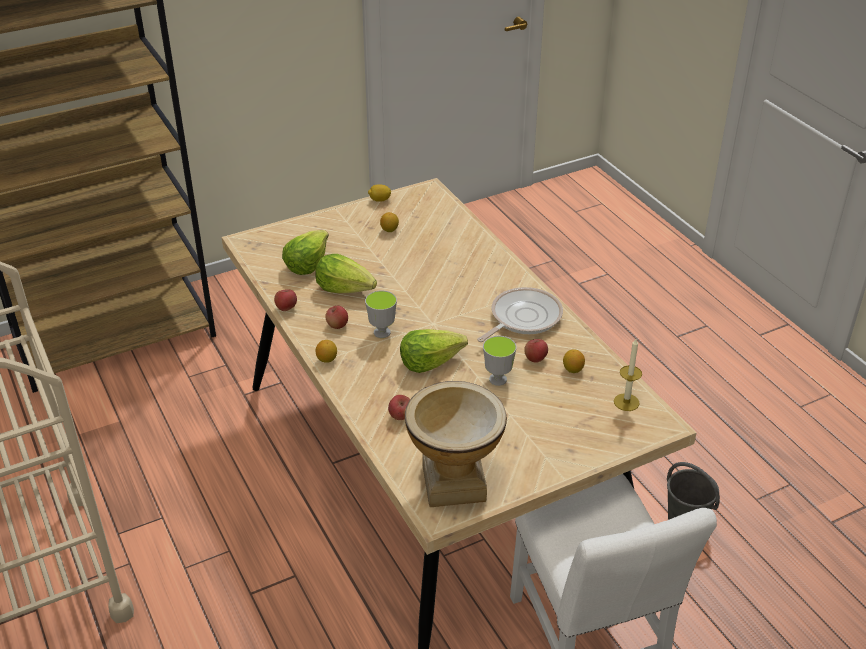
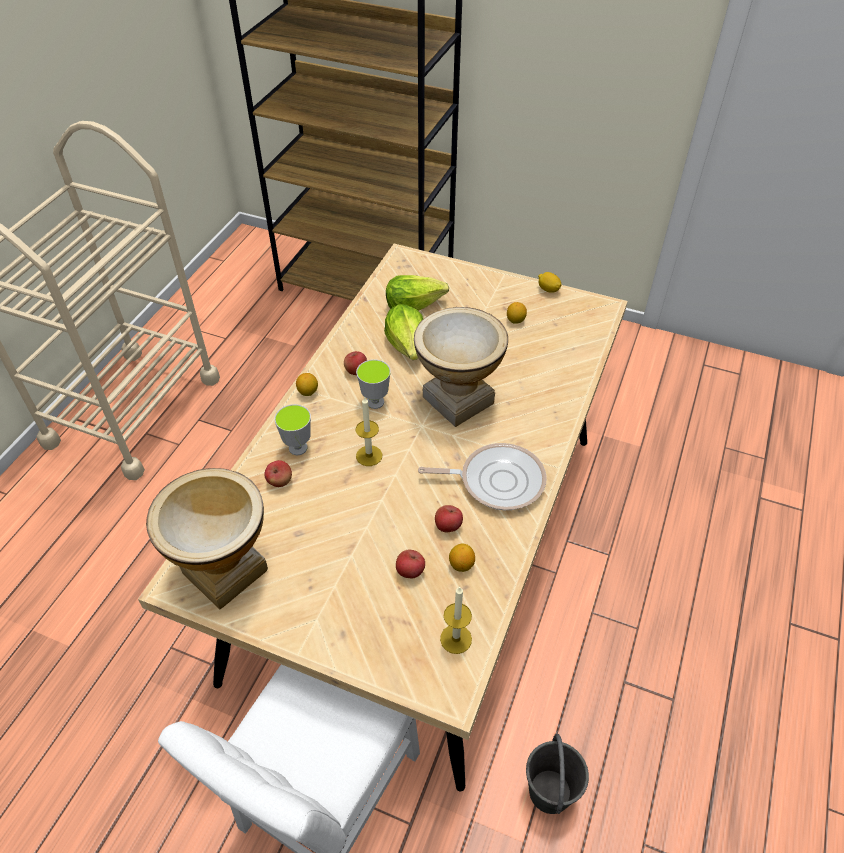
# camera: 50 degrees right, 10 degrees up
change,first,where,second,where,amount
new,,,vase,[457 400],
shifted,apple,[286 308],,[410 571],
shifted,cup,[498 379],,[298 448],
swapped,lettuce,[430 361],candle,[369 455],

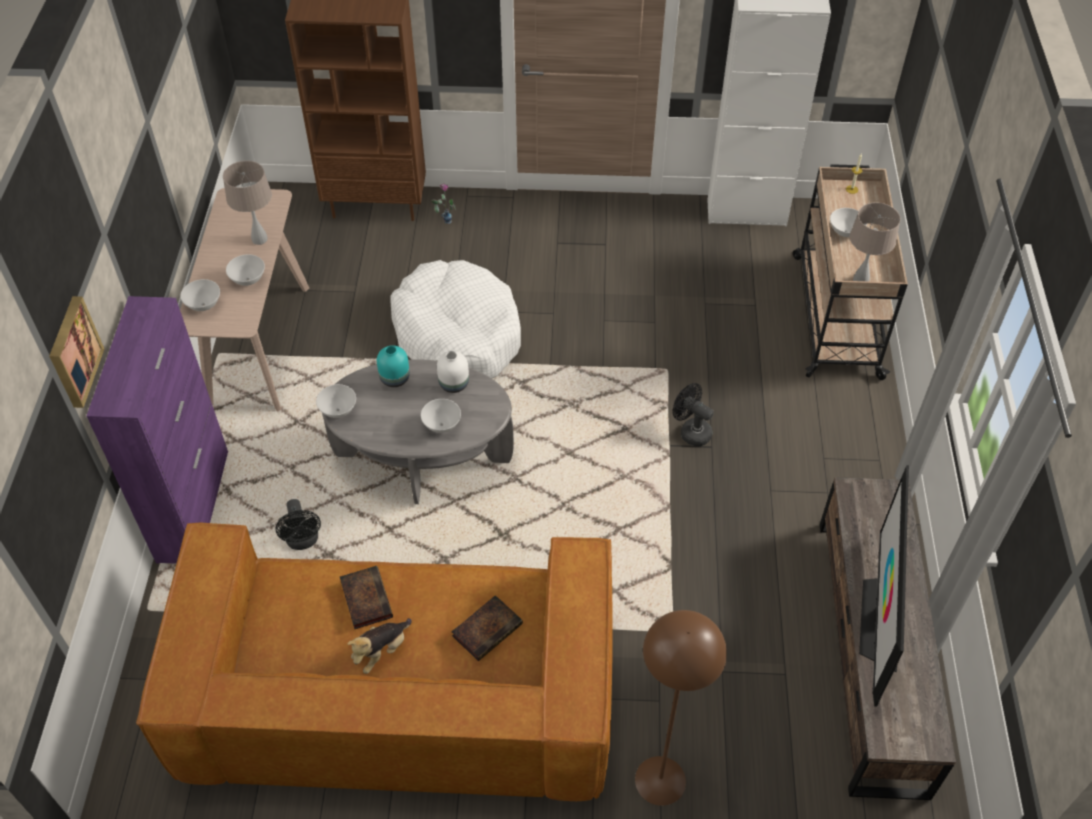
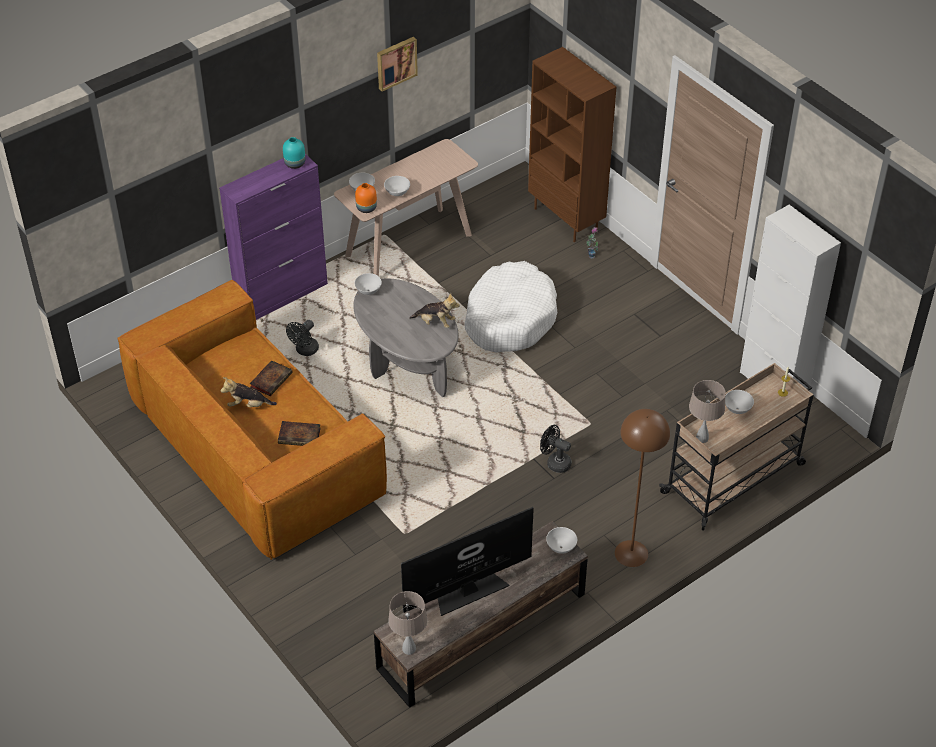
# camera: 50 degrees right, 5 degrees down
change,first,where,second,where,amount
new,,,vase/orange,[366 208],
shifted,picture,[73 352],,[396 62],
shifted,table lamp/beige,[259 239],,[409 648],
shifted,vase/turquoise,[395 378],,[295 163],
shifted,bowl/white,[441 426],,[560 548],
shifted,floor lamp/brown,[659 780],,[631 553],
swapped,vase/white,[453 384],plush toy,[435 322],
rotated,fan/black,[691 431],,[555 462],60 degrees counterclockwise

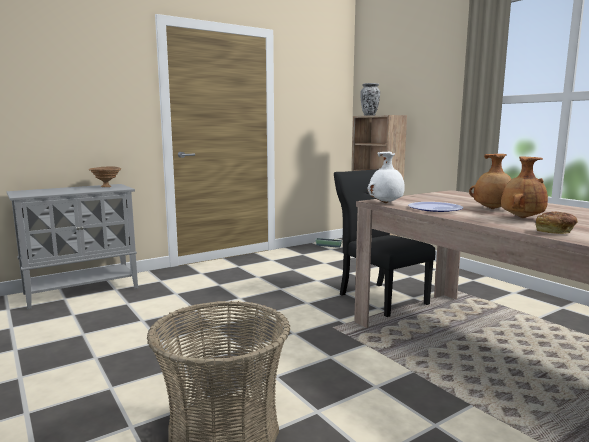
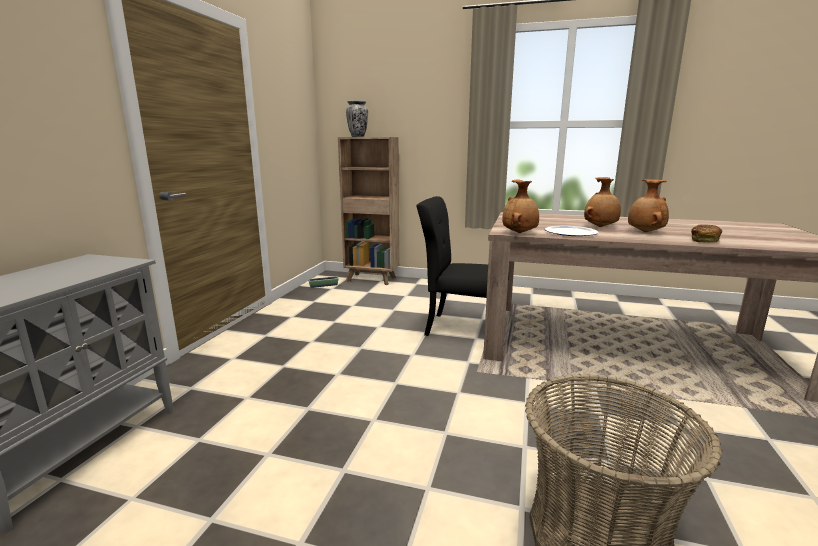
# camera: 40 degrees left, 5 degrees up
change,first,where,second,where,amount
gone,bowl/brown,[107 187],,,
repainted,vase/white,[386 203],vase/brown,[520 233],

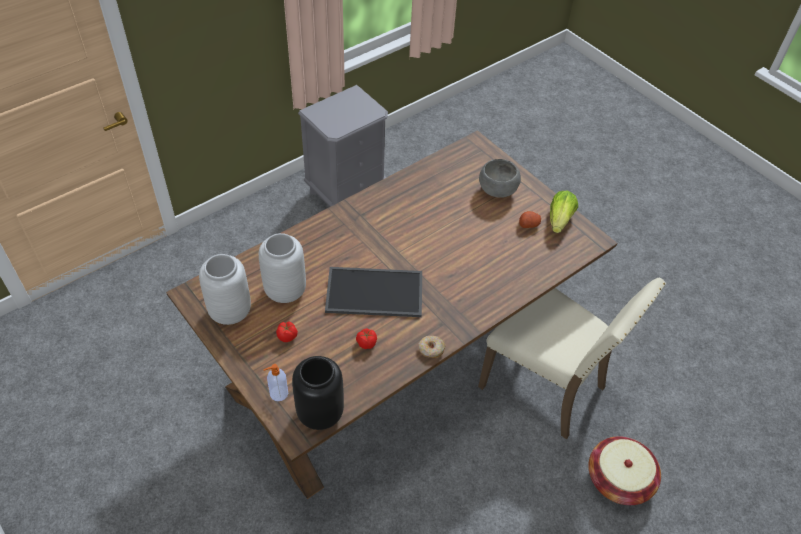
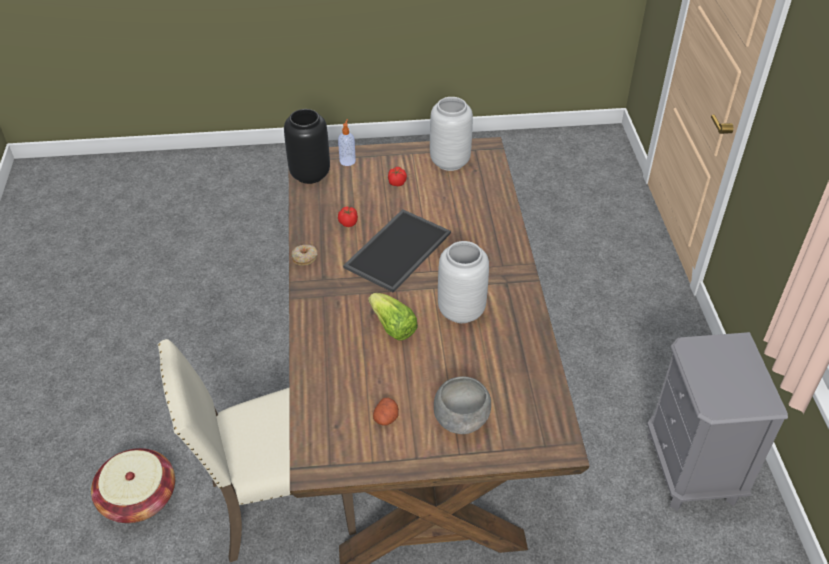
# camera: 125 degrees right, 5 degrees down
change,first,where,second,where,amount
shifted,vase/grey,[284 291],,[462 310],
shifted,lettuce,[560 220],,[392 327],

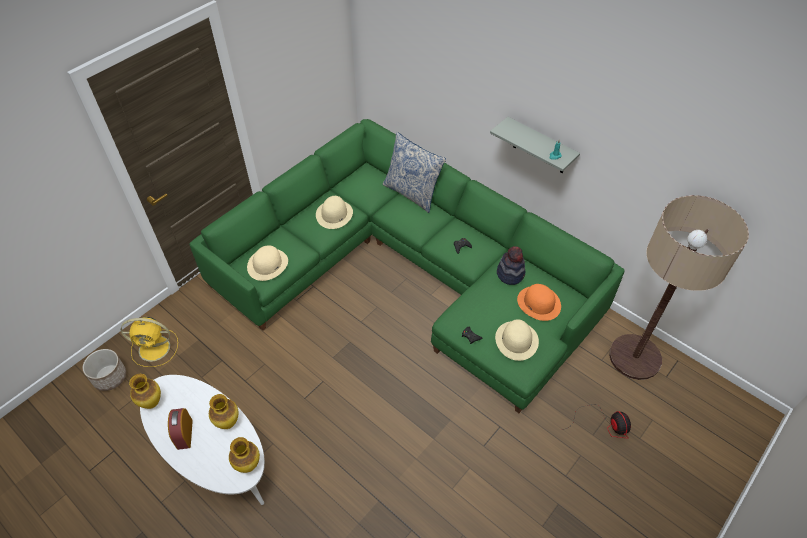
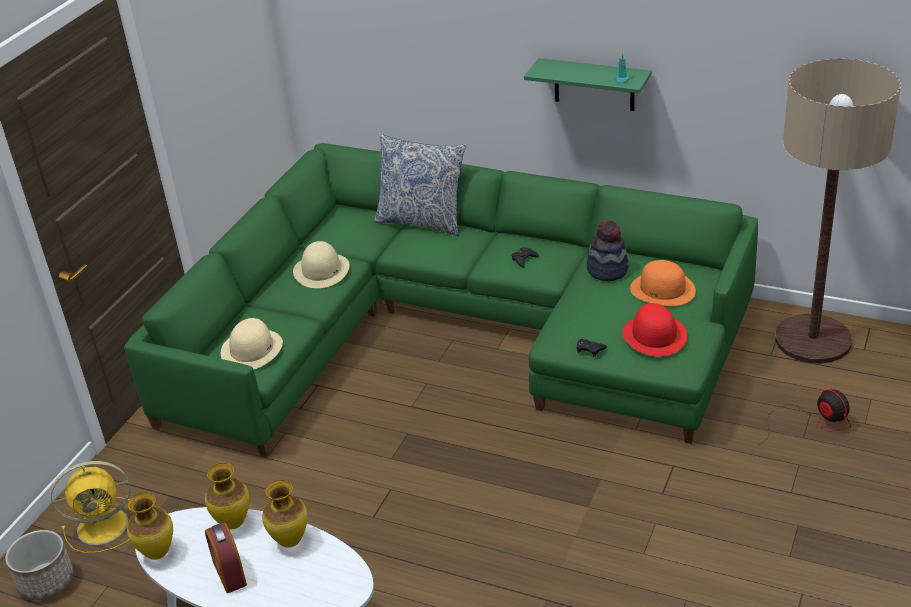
# camera: 15 degrees left, 15 degrees down
change,first,where,second,where,amount
shifted,vase,[248 465],,[233 522],
repainted,shelf/grey,[540 147],shelf/green,[594 85],
repainted,hat/beige,[516 340],hat/red,[654 335],

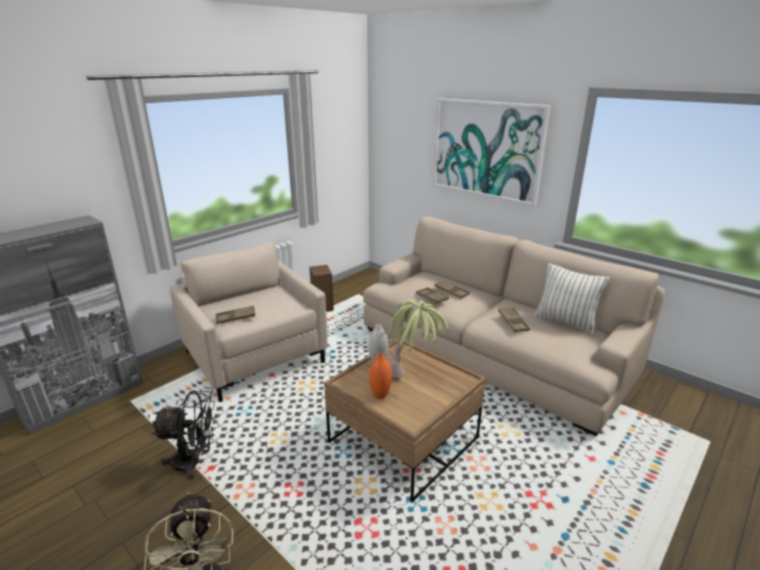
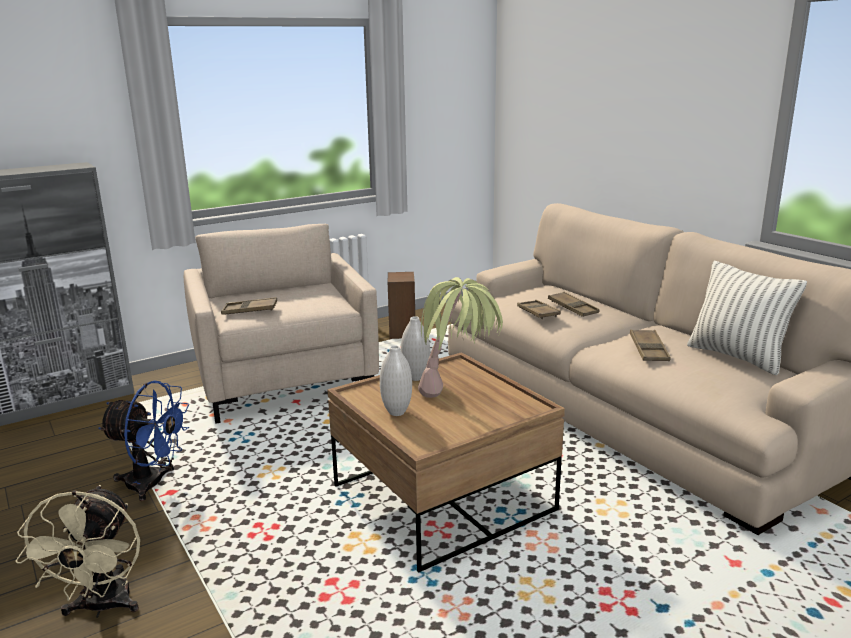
# camera: 15 degrees right, 5 degrees down
change,first,where,second,where,amount
gone,picture,[487 149],,,
repainted,fan/black,[194 462],fan/blue,[153 484],
repainted,vase/orange,[380 395],vase/white,[396 412],

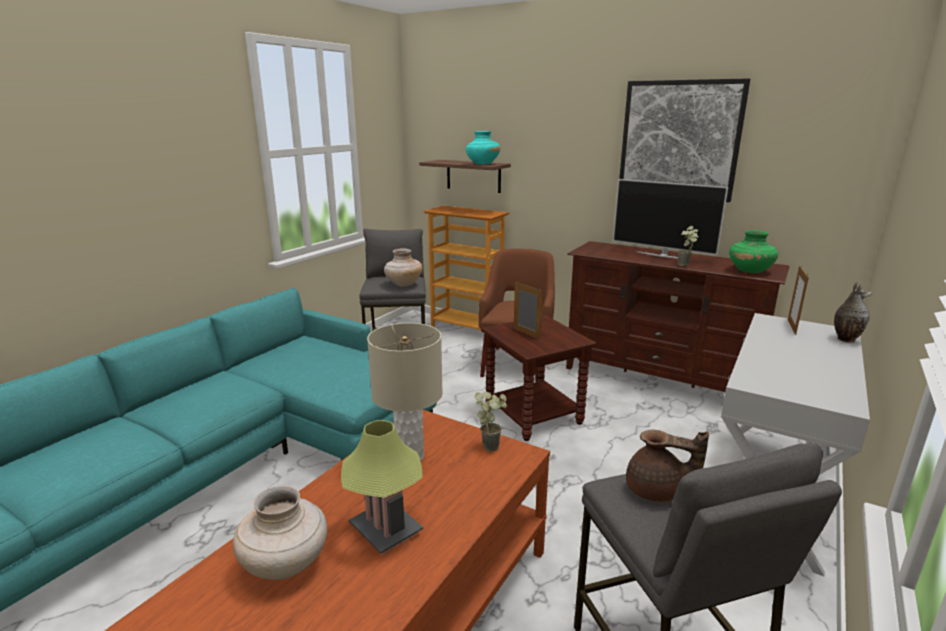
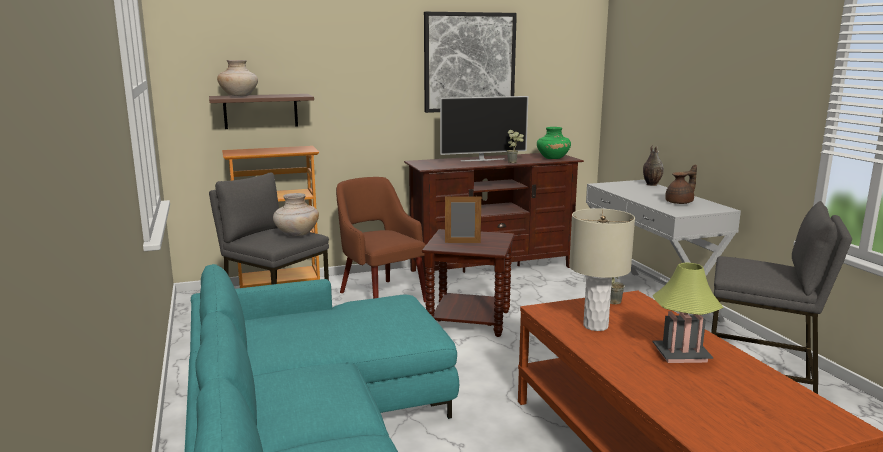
# camera: 50 degrees left, 5 degrees down
change,first,where,second,where,amount
gone,vase/turquoise,[482 164],,,
gone,picture frame,[791 327],,,
shifted,vase/beige,[286 564],,[239 96],
shifted,teapot/brown,[657 491],,[680 202],

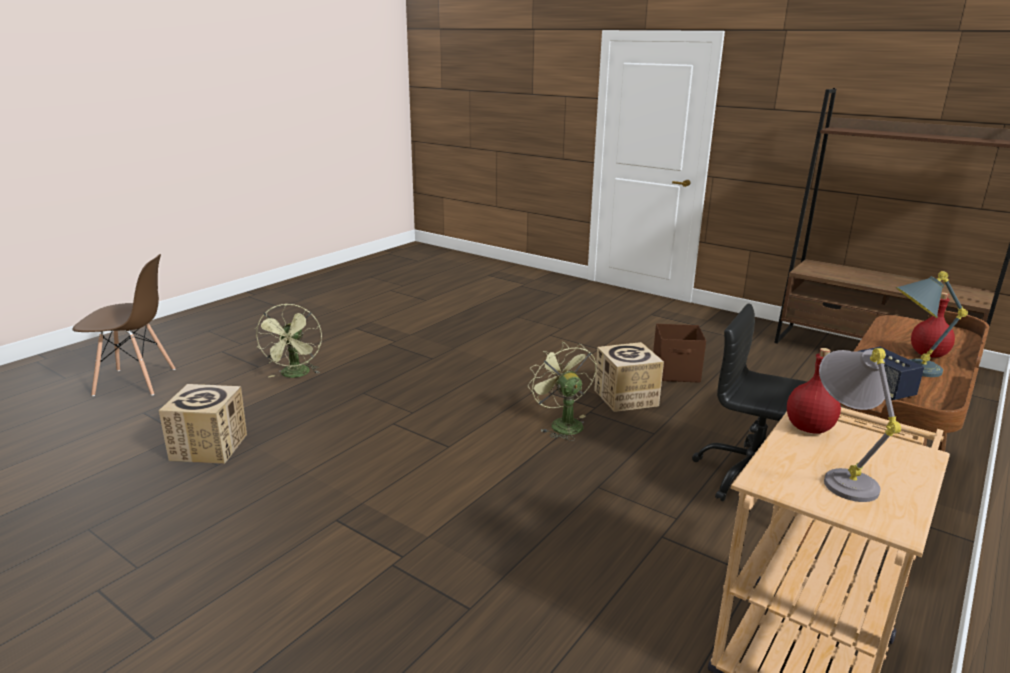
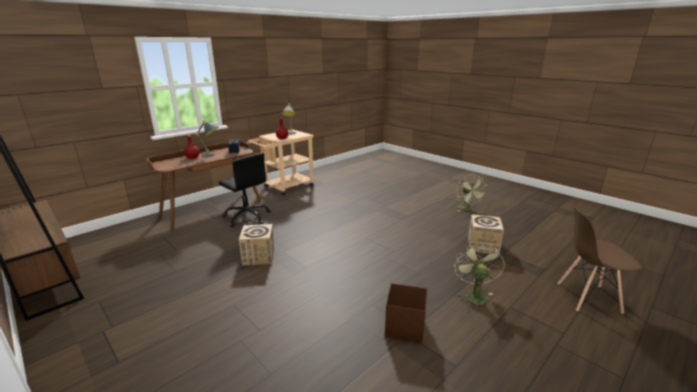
# camera: 170 degrees left, 0 degrees up
change,first,where,second,where,amount
shifted,fan/green,[561 424],,[468 209],
shifted,storage box/brown,[676 373],,[404 327],

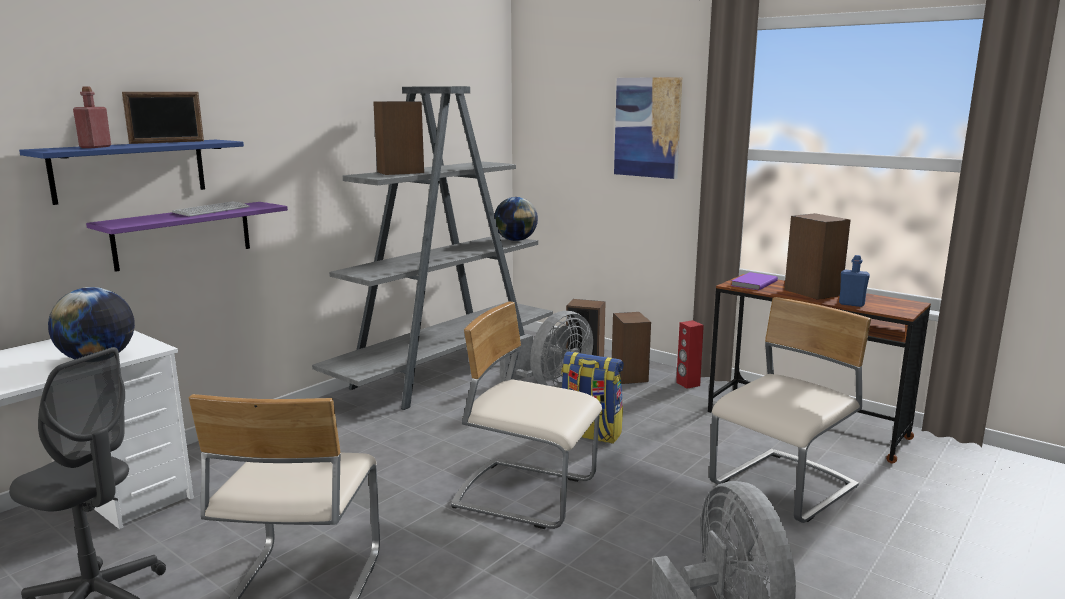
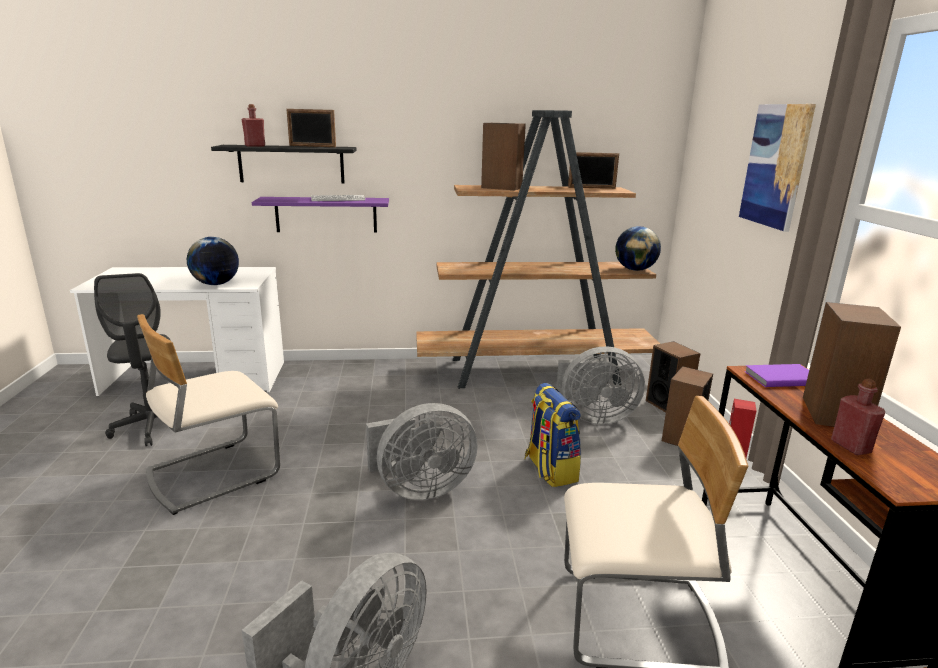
# camera: 45 degrees right, 5 degrees up
change,first,where,second,where,amount
new,,,picture frame,[591 188],
swapped,chair/beige,[525 494],fan/grey,[420 489],
repainted,shelf/blue,[130 170],shelf/black,[291 164],
repainted,bookcase/grey,[446 371],bookcase/brown,[536 371],
repainted,bottle/blue,[851 304],bottle/red,[850 447],

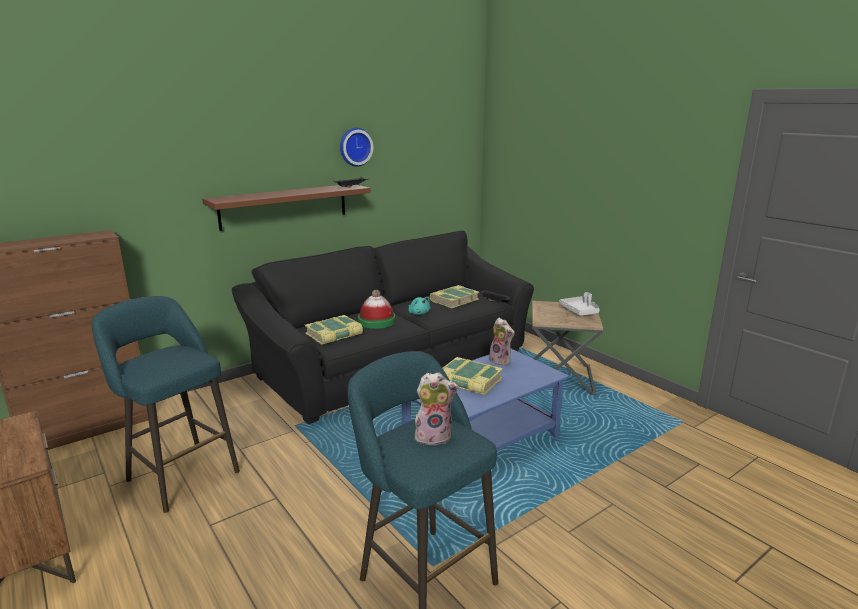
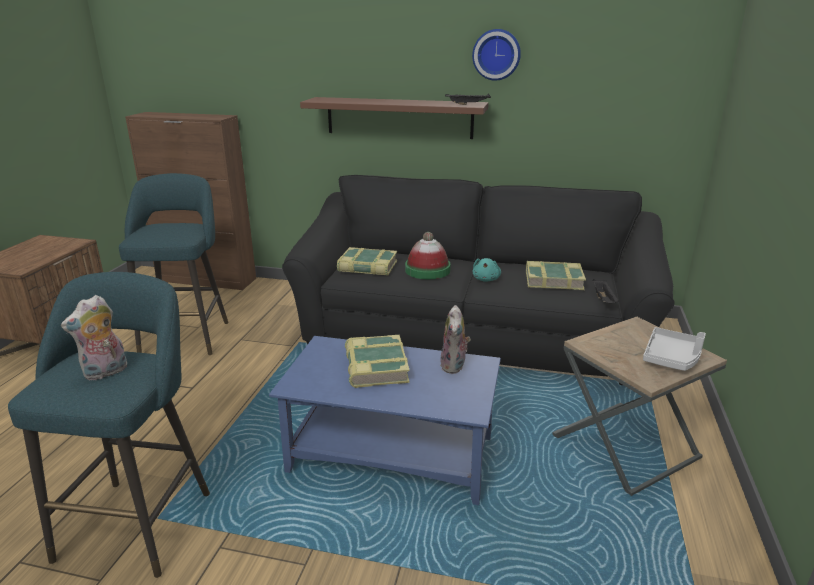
# camera: 50 degrees right, 5 degrees up
change,first,where,second,where,amount
rotated,plush toy,[434 436],,[105 372],90 degrees clockwise

